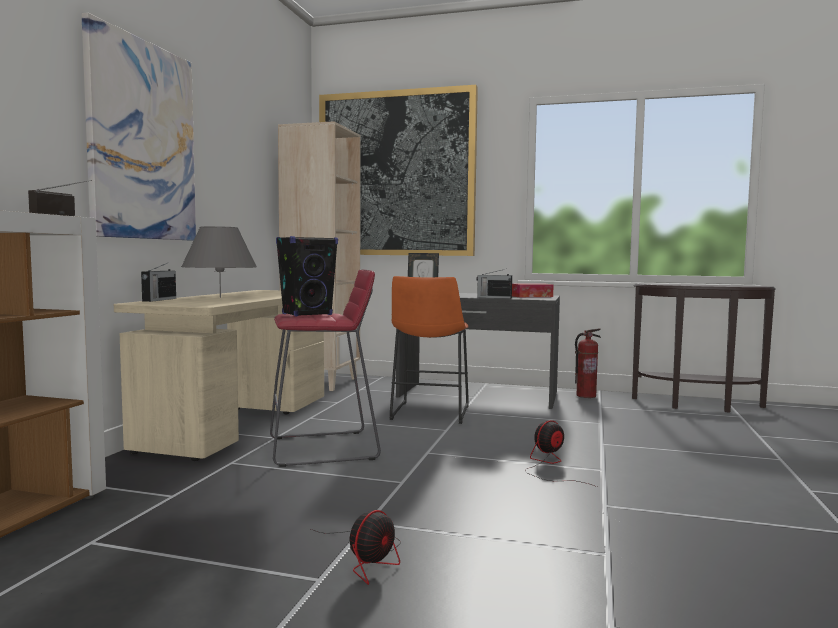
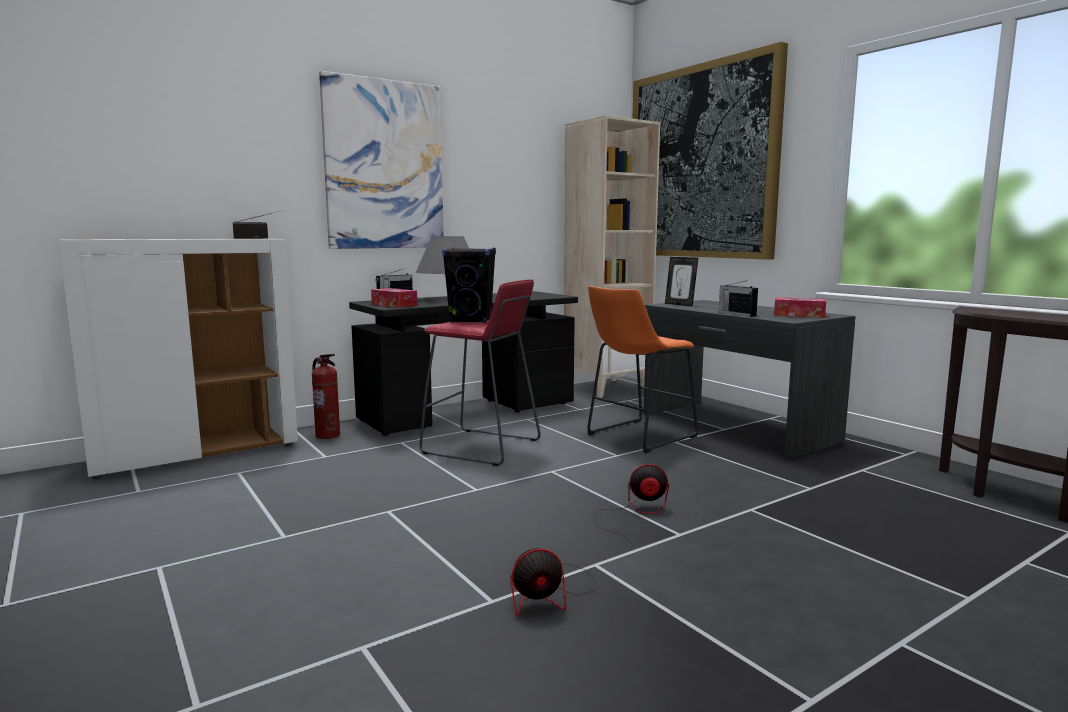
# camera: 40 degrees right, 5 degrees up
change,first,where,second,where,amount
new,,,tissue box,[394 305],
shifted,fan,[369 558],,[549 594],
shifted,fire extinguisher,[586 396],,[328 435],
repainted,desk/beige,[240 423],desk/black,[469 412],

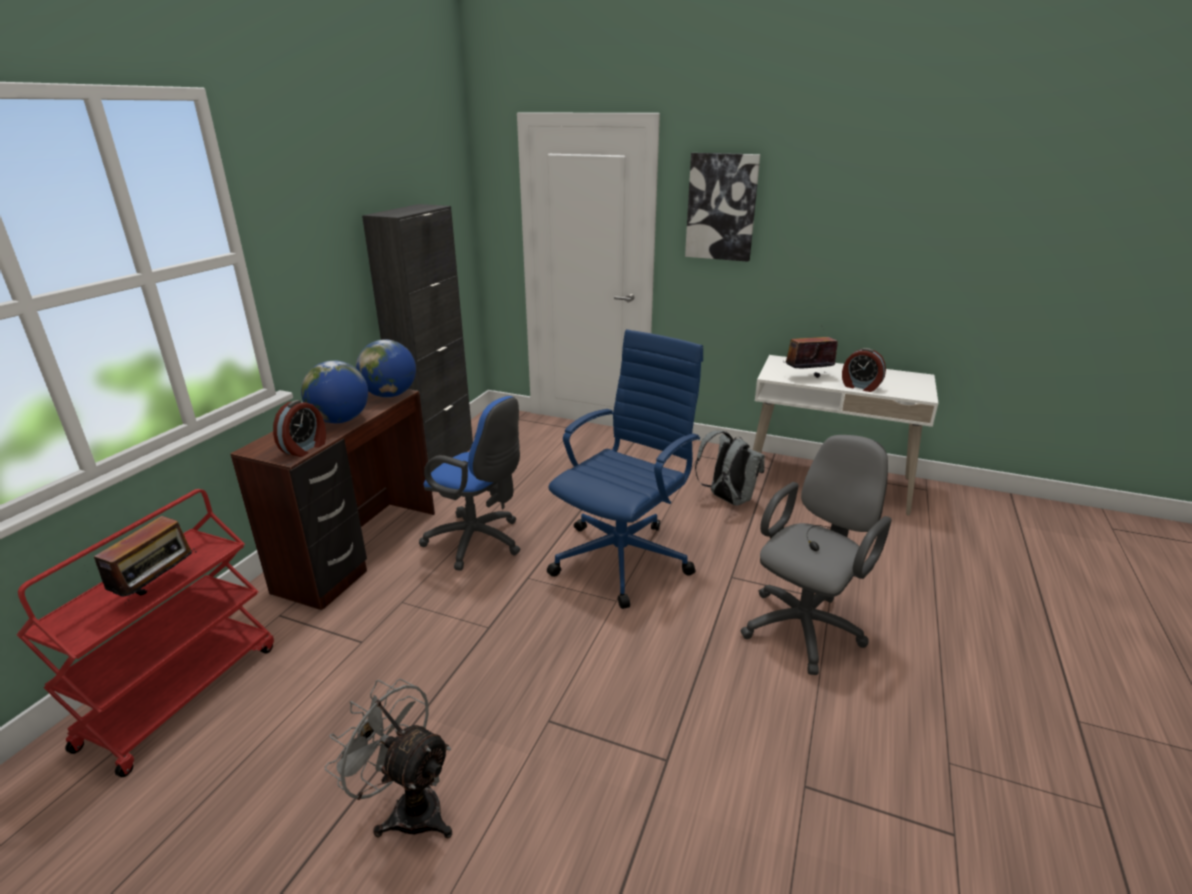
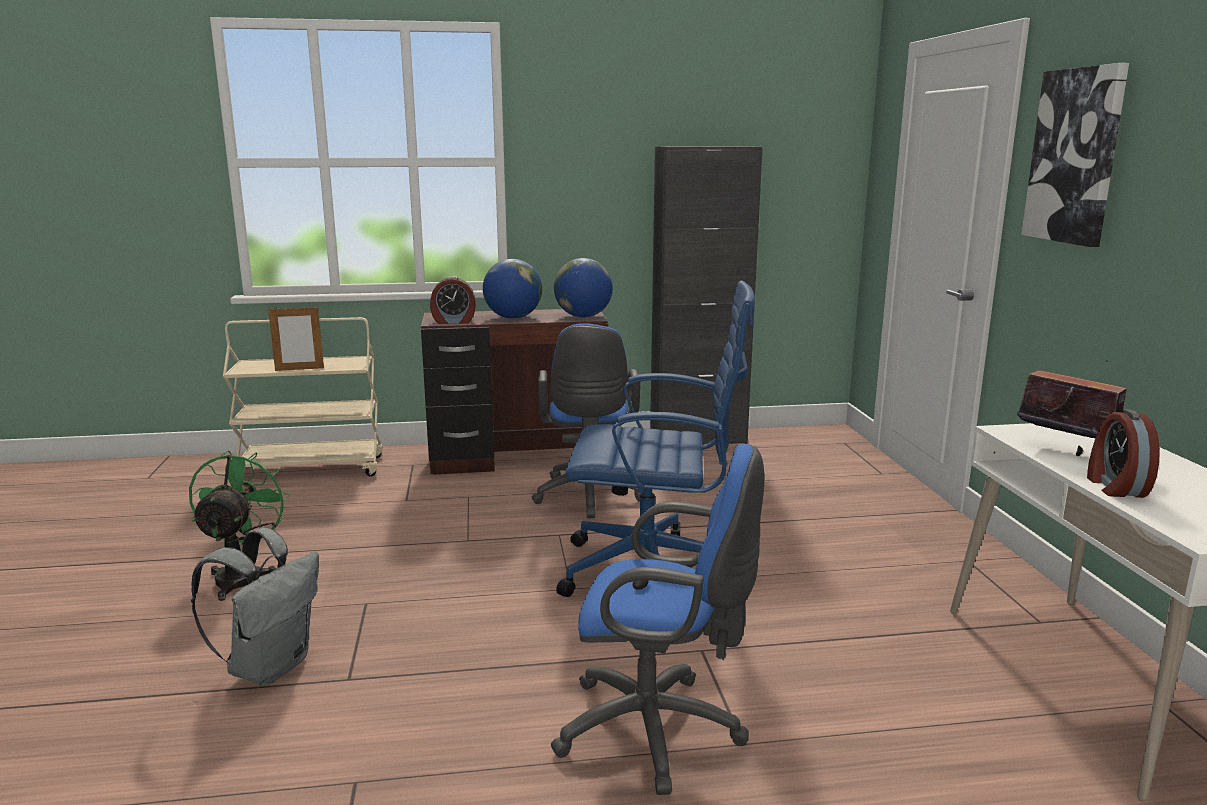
# camera: 60 degrees right, 10 degrees down
change,first,where,second,where,amount
shifted,backpack/grey,[727 499],,[270 666],
swapped,radio,[159 588],picture frame,[299 369],
repainted,cart/red,[182 694],cart/beige,[312 469],
repainted,fan/grey,[408 808],fan/green,[242 575],
repainted,office chair/grey,[805 625],office chair/blue,[659 731],

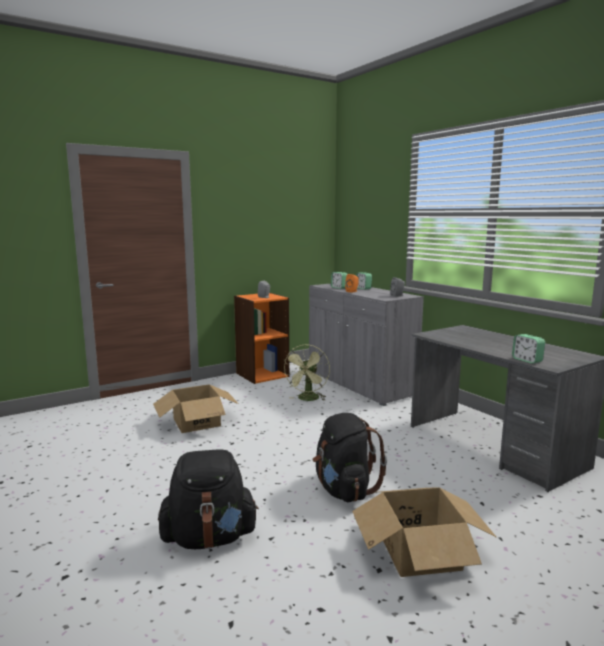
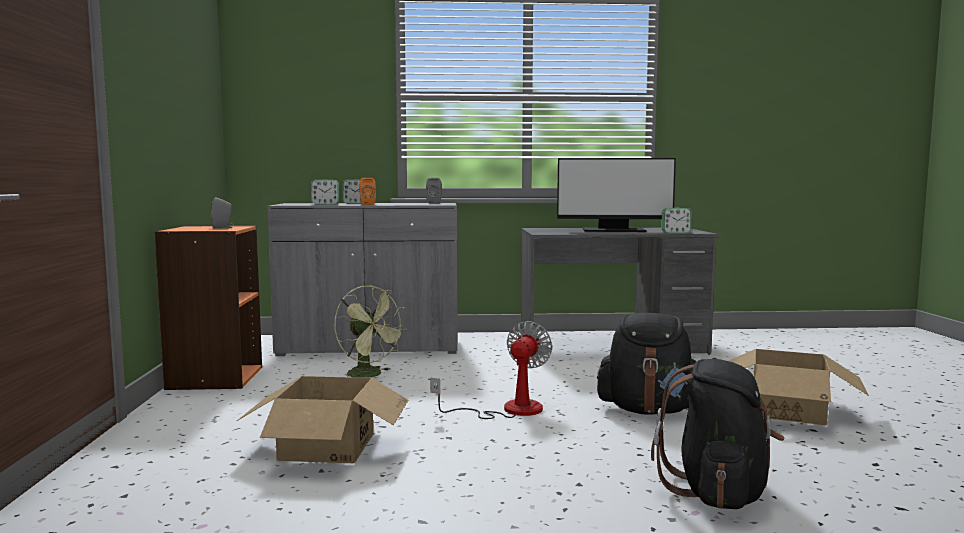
# camera: 60 degrees left, 5 degrees down
change,first,where,second,where,amount
new,,,fan,[508 410],
new,,,monitor,[613 230],

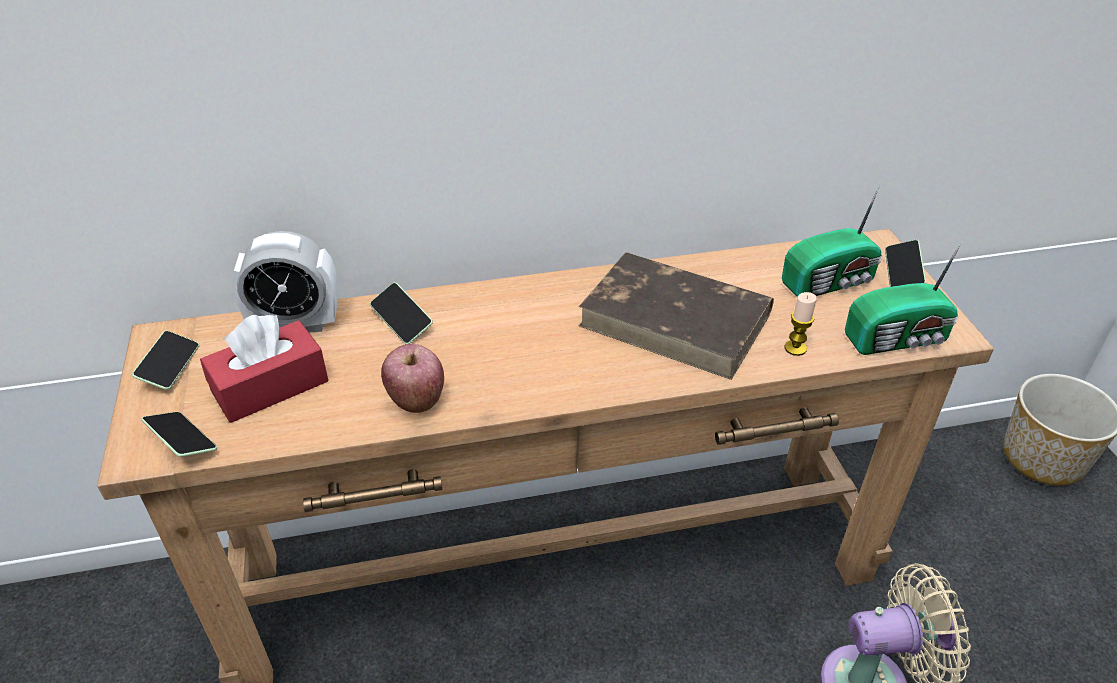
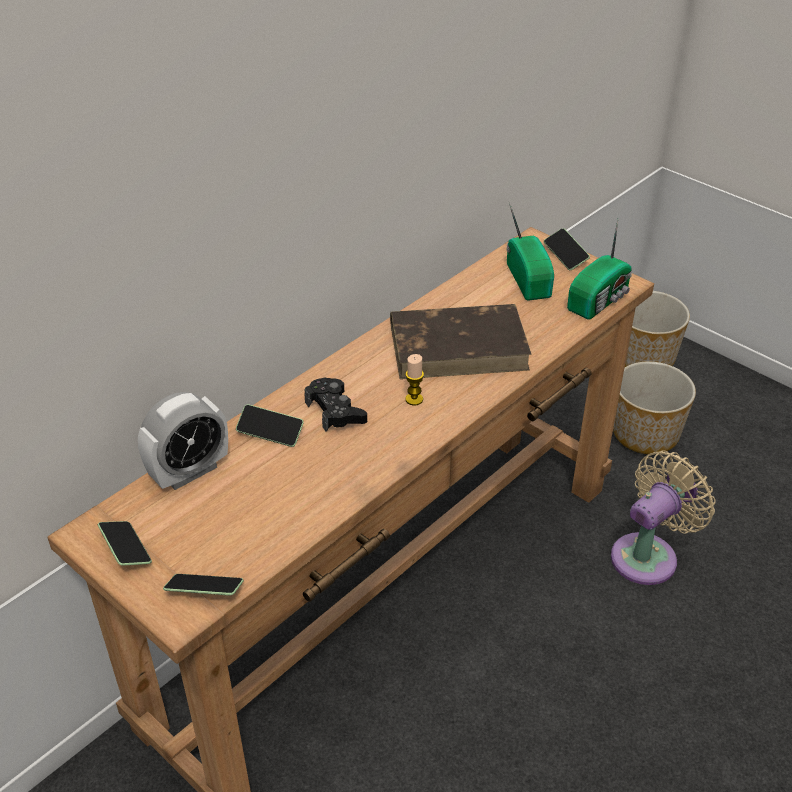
# camera: 35 degrees left, 0 degrees up
change,first,where,second,where,amount
gone,tissue box/red,[270 386],,,
gone,apple,[416 399],,,
new,,,game controller/black,[335 411],
new,,,planter,[646 433],
shifted,candle,[795 348],,[414 399],
rotated,radio,[831 282],,[529 279],45 degrees counterclockwise

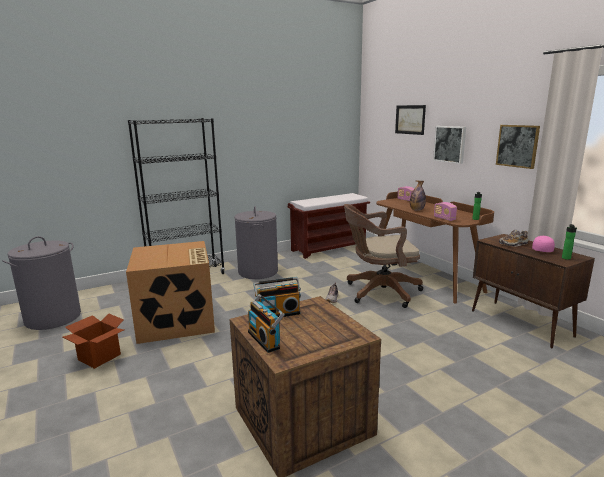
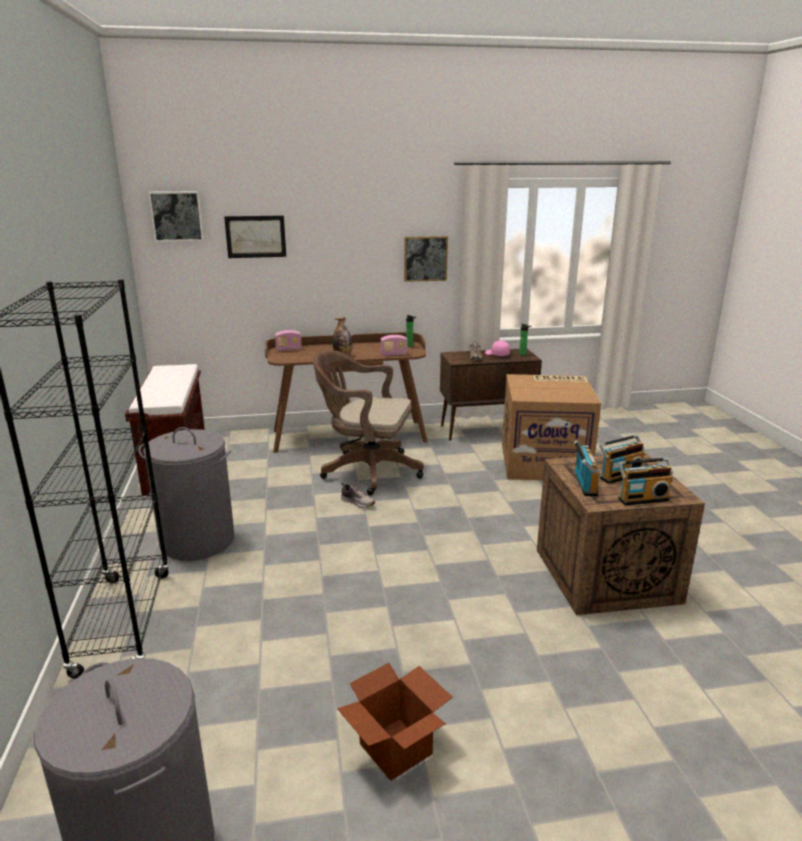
# camera: 70 degrees left, 5 degrees up
change,first,where,second,where,amount
new,,,radio,[619 475],
shifted,cardboard box,[177 321],,[545 462],
shifted,picture,[450 144],,[177 216],
rotated,office chair/brown,[379 292],,[366 470],90 degrees clockwise

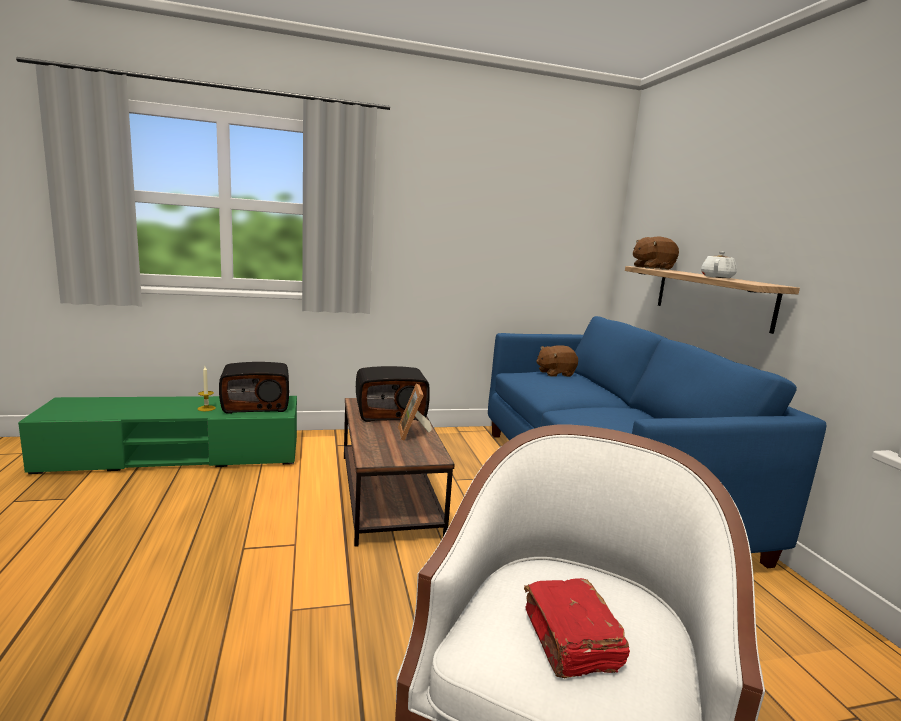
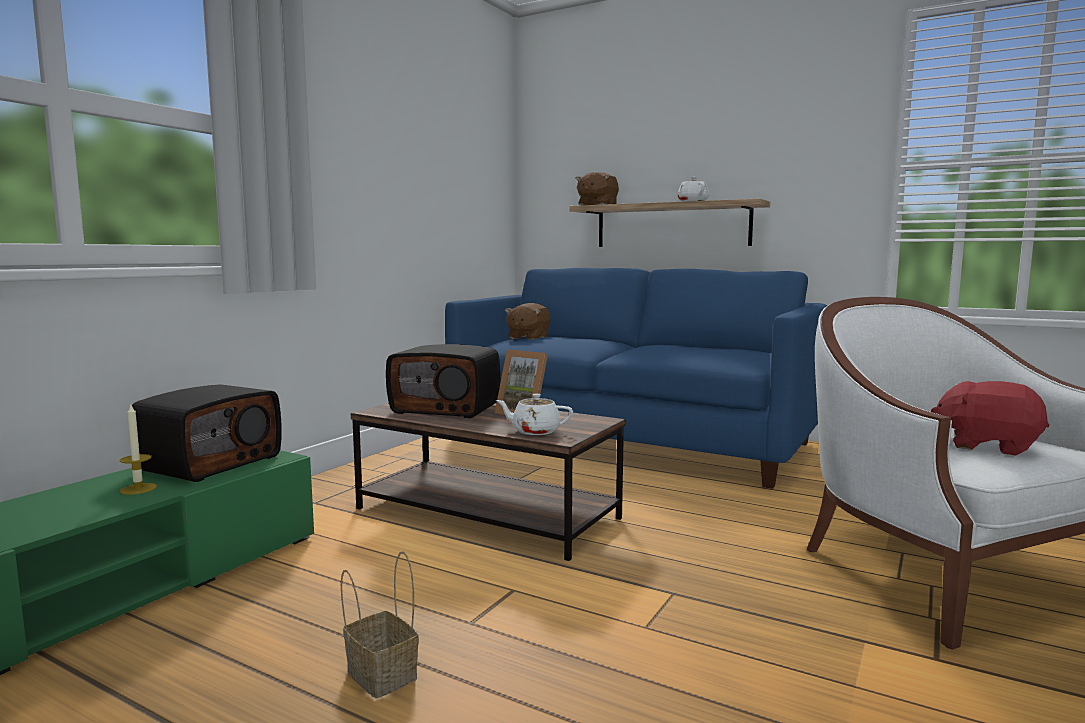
# camera: 45 degrees left, 5 degrees down
change,first,where,second,where,amount
new,,,basket,[379 674],
new,,,teapot/white,[535 431],
swapped,book/red,[570 641],plush toy/red,[988 446],
rotated,radio,[391 412],,[447 408],75 degrees clockwise

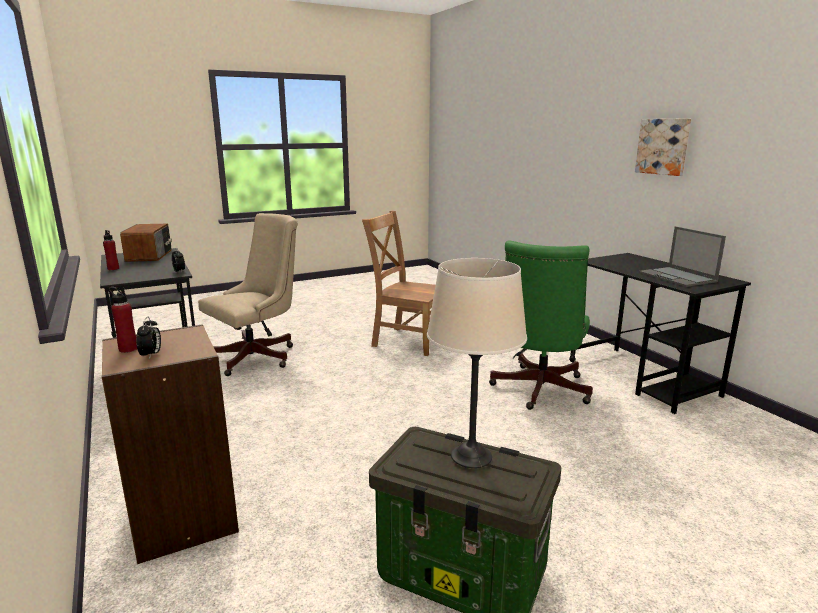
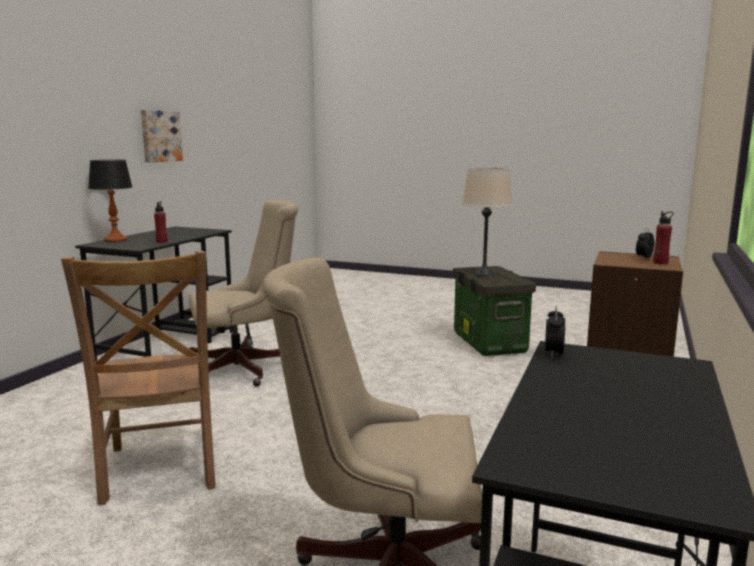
# camera: 130 degrees left, 5 degrees down
change,first,where,second,where,amount
gone,radio,[150 255],,,
gone,laptop,[678 277],,,
new,,,table lamp,[115 240],
shifted,bottle/red,[113 269],,[161 242],
shifted,picture,[663 146],,[160 136],
repainted,office chair/green,[538 391],office chair/beige,[245 369],

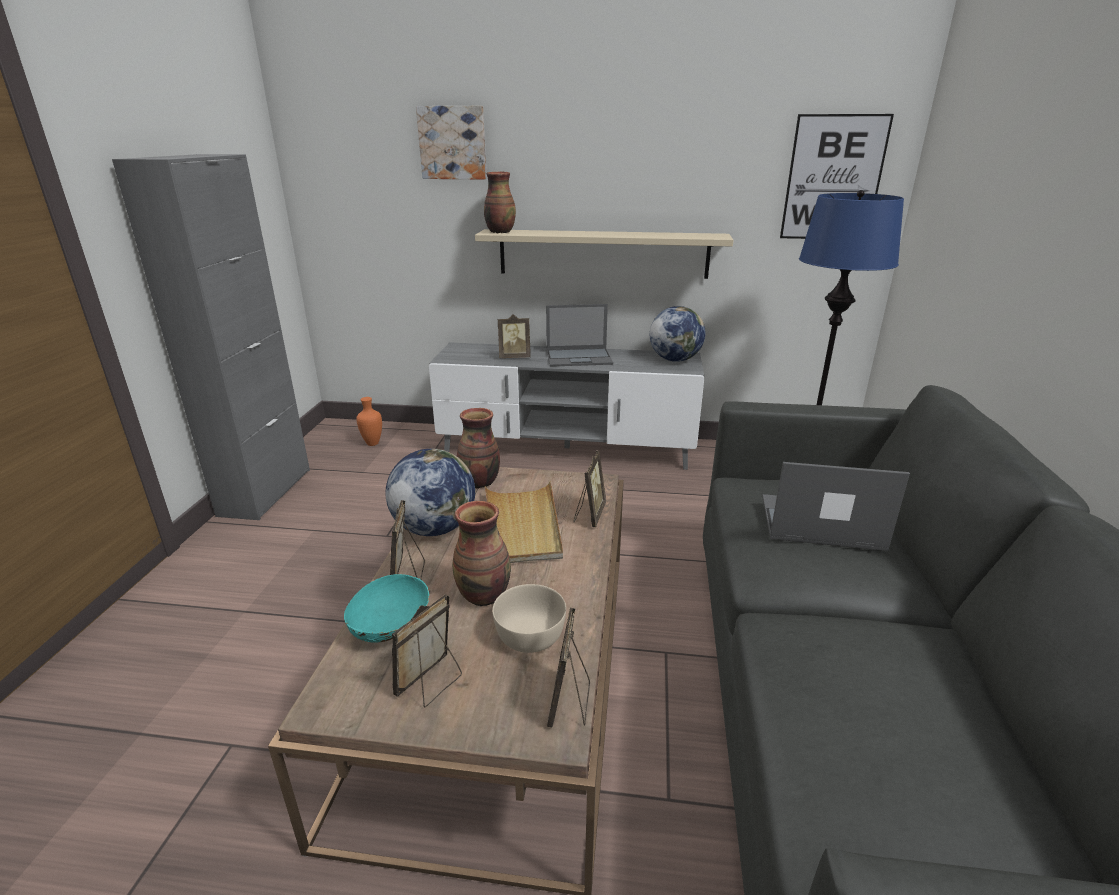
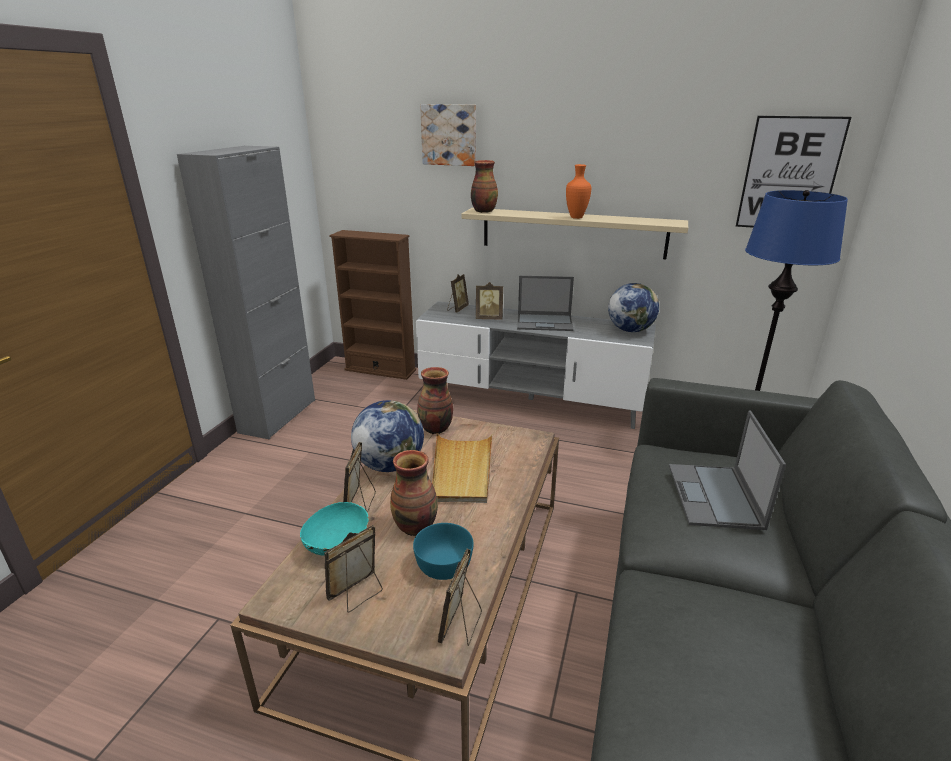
# camera: 10 degrees right, 0 degrees up
change,first,where,second,where,amount
new,,,bookcase/brown,[380 370],
shifted,vase/orange,[373 443],,[577 217],
shifted,picture frame,[589 515],,[457 309],
repainted,bowl/beige,[530 636],bowl/turquoise,[444 566],
rotated,laptop,[819 523],,[715 497],105 degrees counterclockwise

